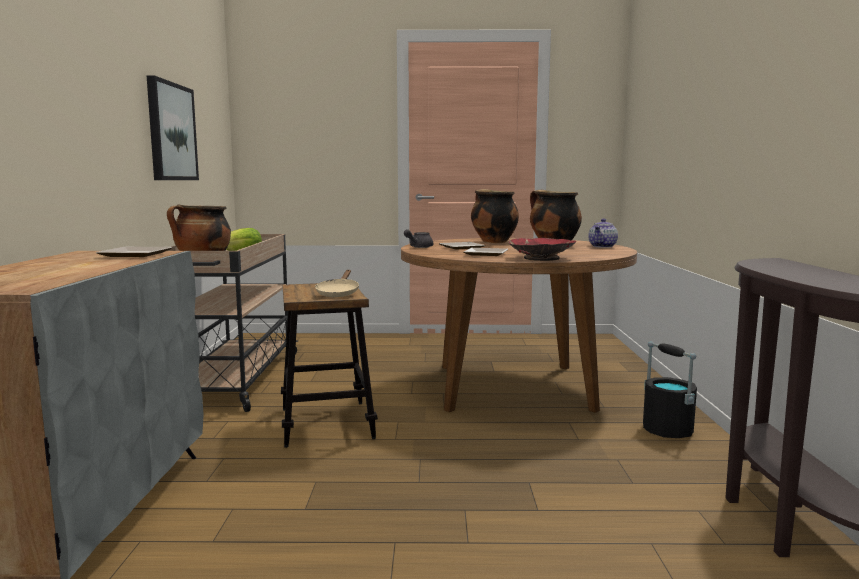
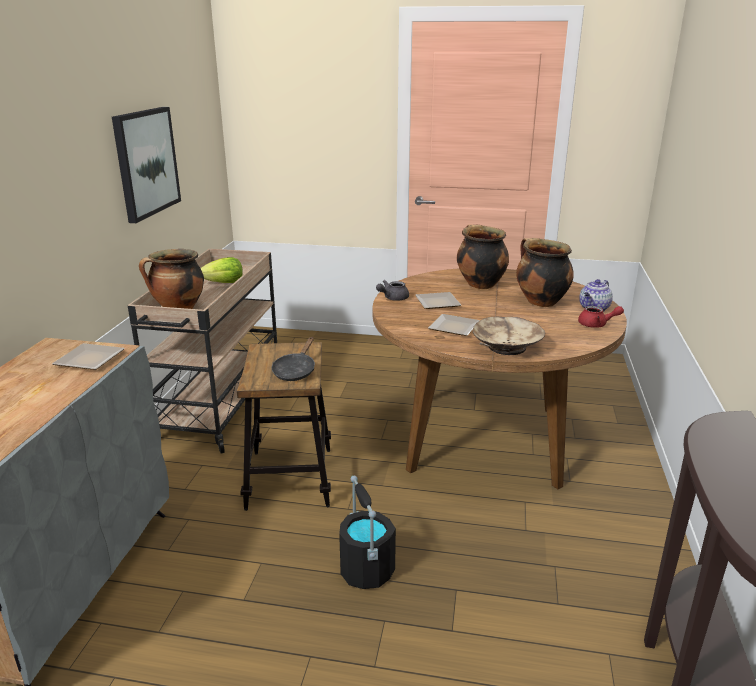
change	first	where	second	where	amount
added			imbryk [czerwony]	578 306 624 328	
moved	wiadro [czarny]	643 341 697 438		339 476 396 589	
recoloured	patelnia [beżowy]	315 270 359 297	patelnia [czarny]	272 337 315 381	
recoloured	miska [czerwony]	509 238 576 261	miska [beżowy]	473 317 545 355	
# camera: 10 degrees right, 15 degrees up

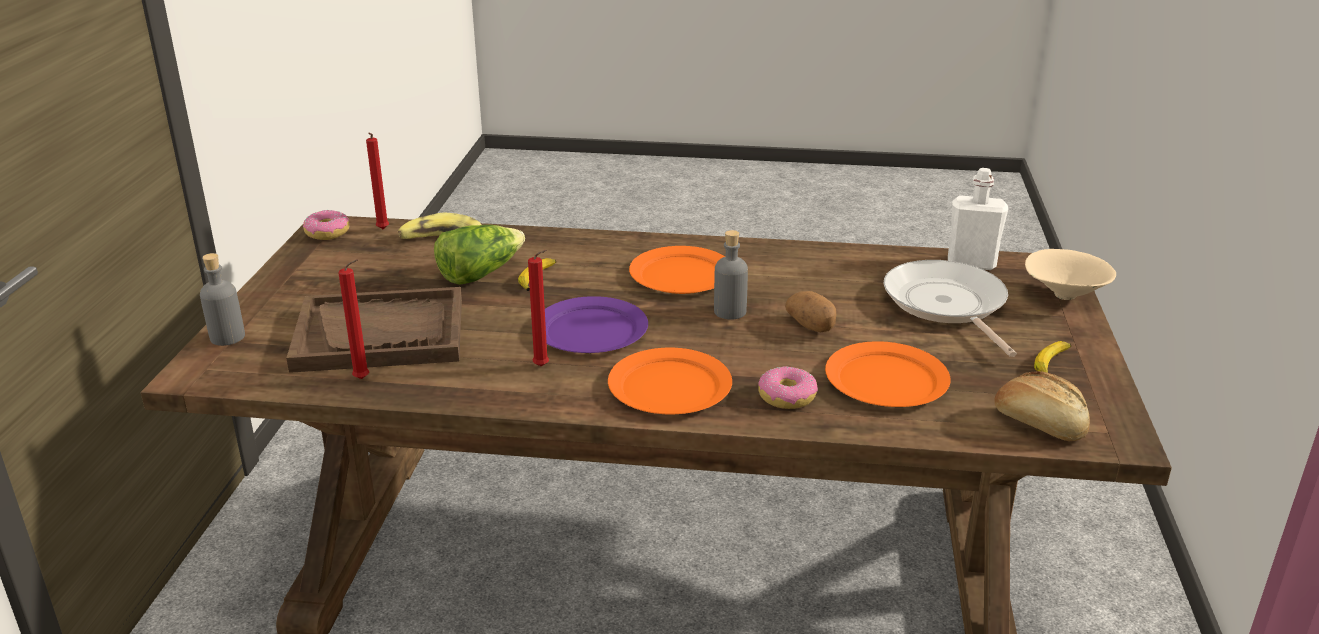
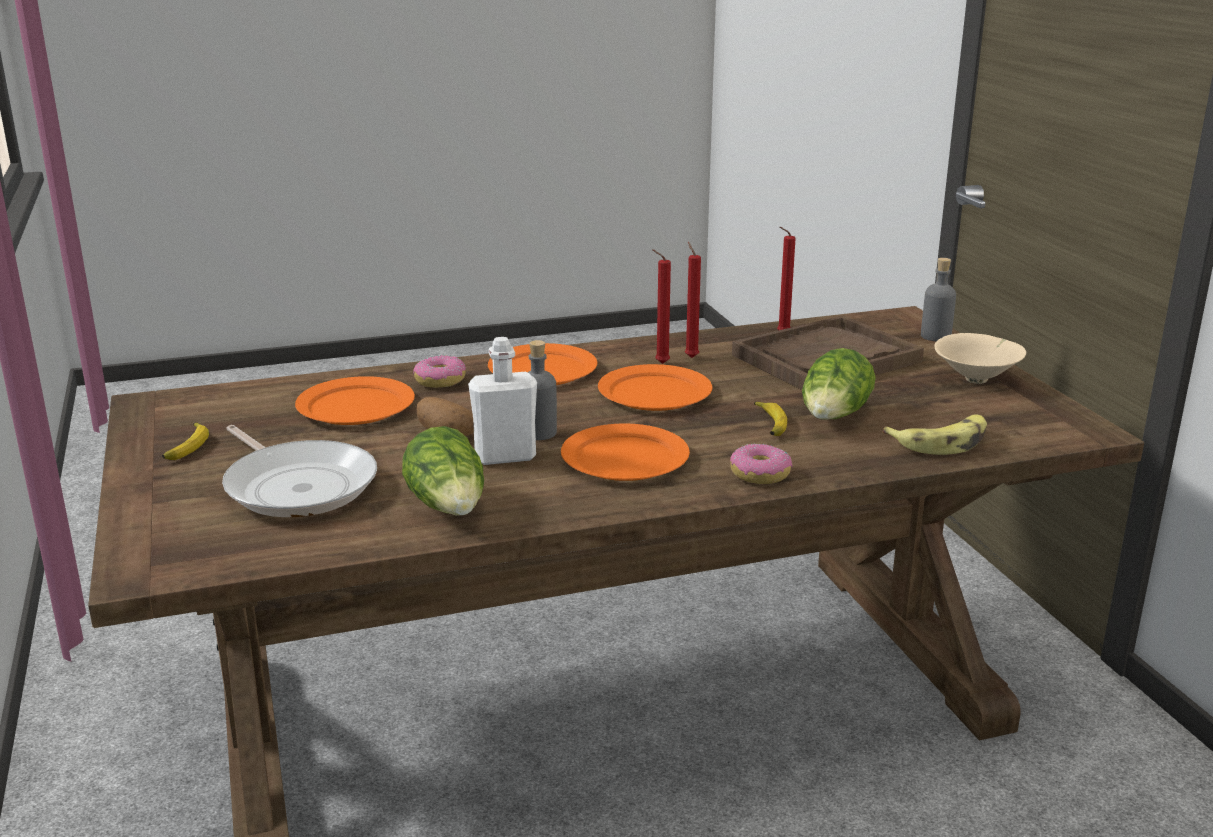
change	first	where	second	where	amount
removed	chleb	995 371 1090 441			
added			sałata	402 426 484 516	
moved	donut	303 210 350 240		730 443 792 484	
moved	świeca [czerwony]	366 132 389 229		685 242 701 358	
moved	butelka [biały]	948 168 1008 270		468 337 537 465	
moved	miska [beżowy]	1025 249 1116 300		934 333 1026 384	
recoloured	talerz [fioletowy]	545 296 648 353	talerz [pomarańczowy]	598 364 712 411	
# camera: 155 degrees right, 5 degrees down

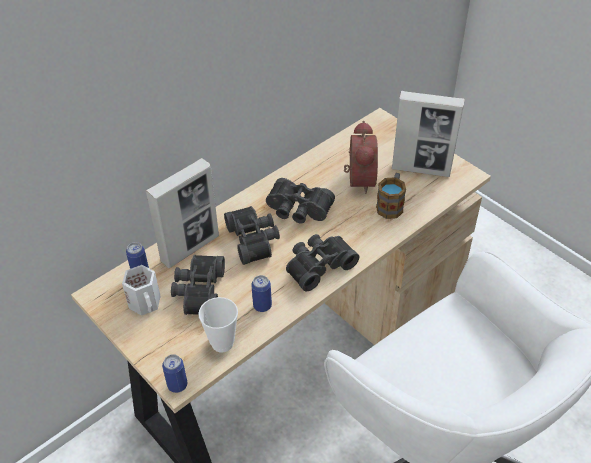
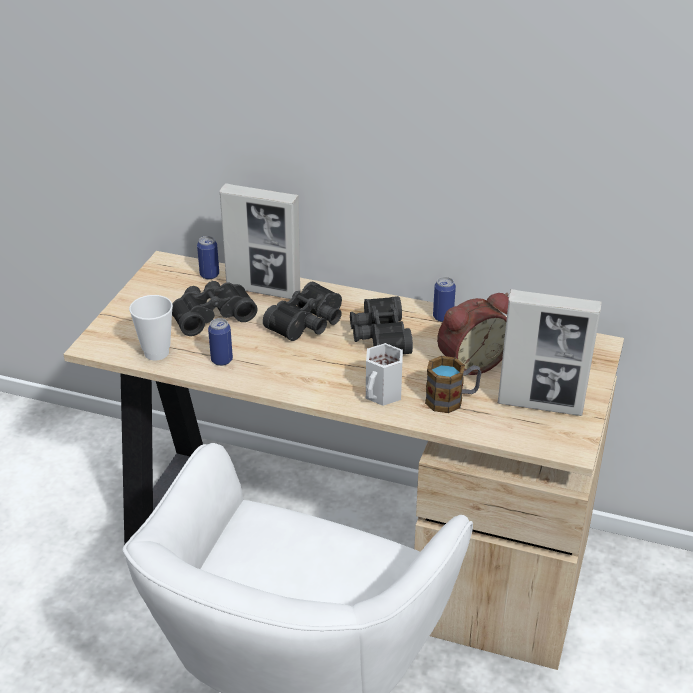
change	first	where	second	where	amount
removed	lornetka [czarny]	286 234 359 291			
moved	kubek [biały]	122 265 161 316		366 343 403 406	
moved	puszka	162 354 187 393		433 277 456 322	
turned	ramka na zdjęcie	392 91 464 177		497 289 601 416	60 degrees counterclockwise
# camera: 60 degrees right, 10 degrees down

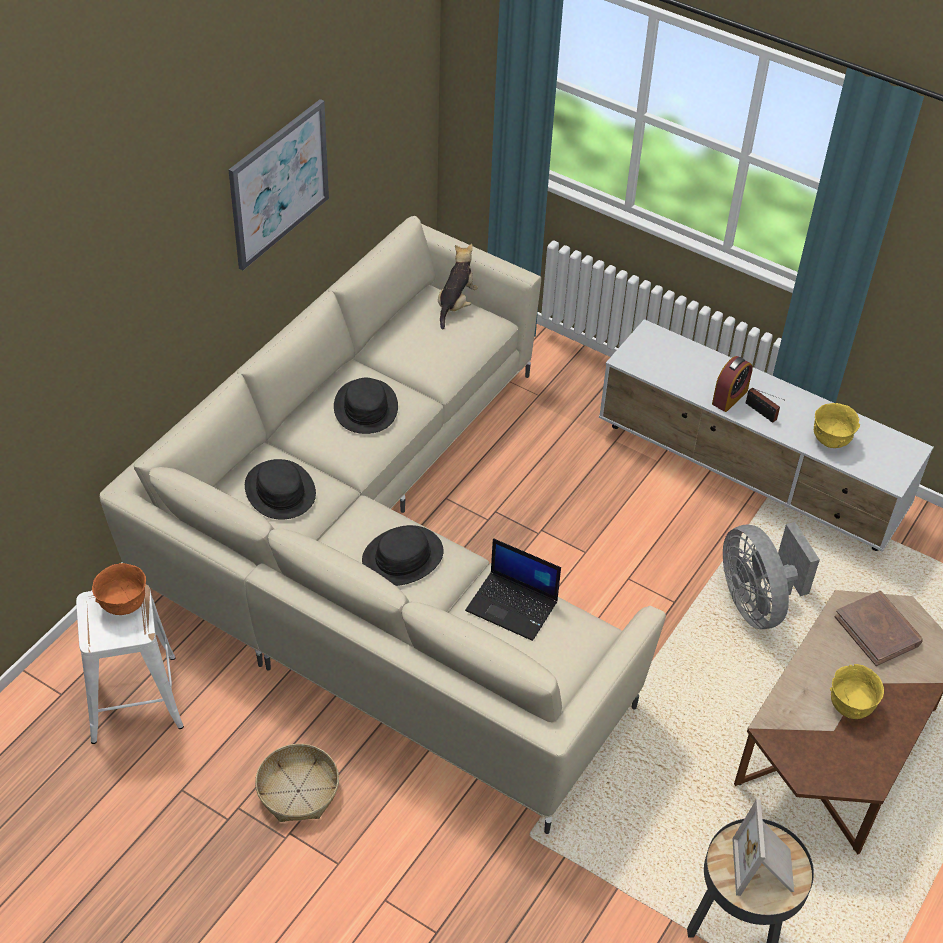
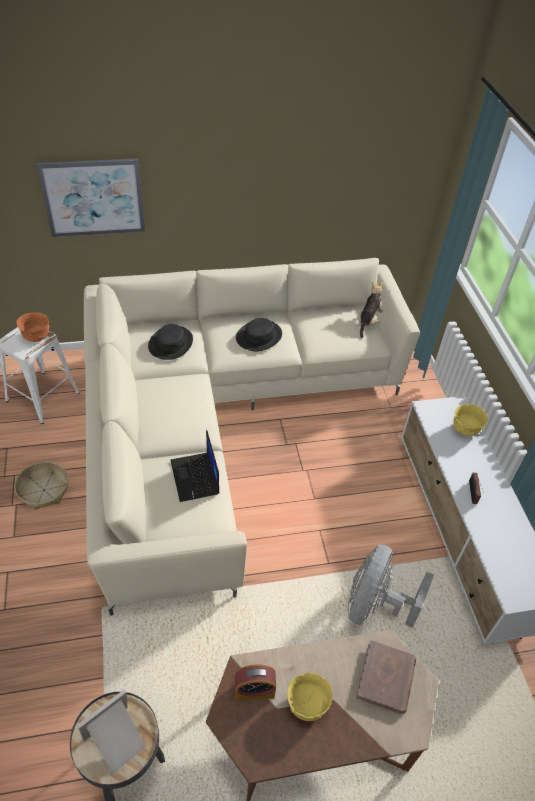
change	first	where	second	where	amount
removed	kapelusz [czarny]	362 525 444 586			
moved	obraz	229 99 329 270		37 159 145 237	
moved	budzik	712 356 753 412		235 665 276 700	
moved	miska [żółty]	814 403 860 448		453 404 488 436	
turned	pluszak	438 244 478 329		358 282 383 338	45 degrees counterclockwise
# camera: 45 degrees right, 0 degrees up

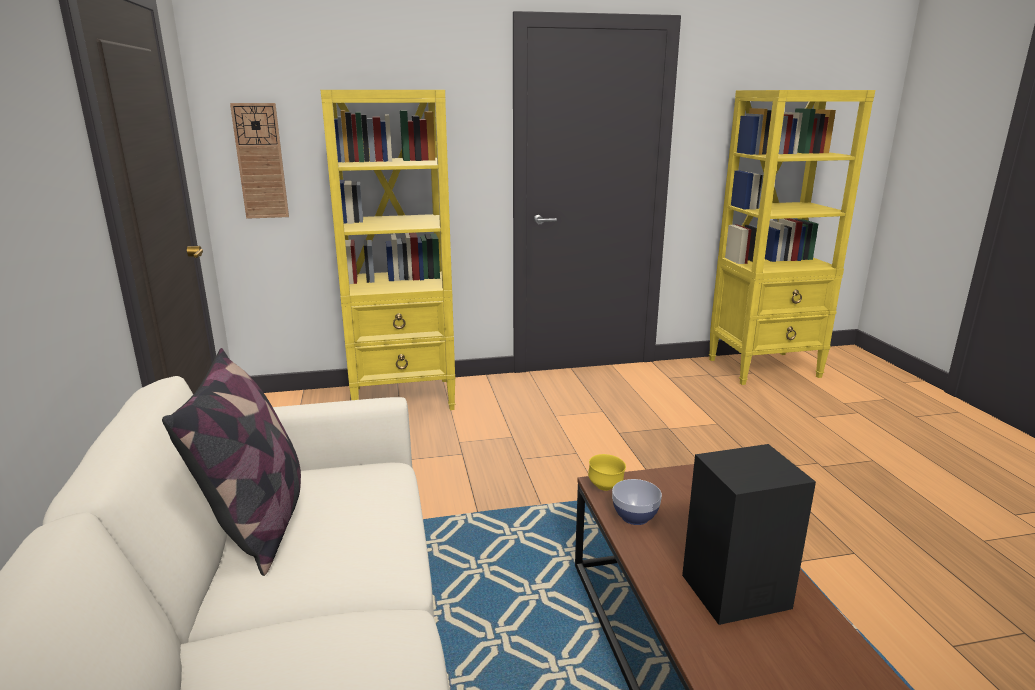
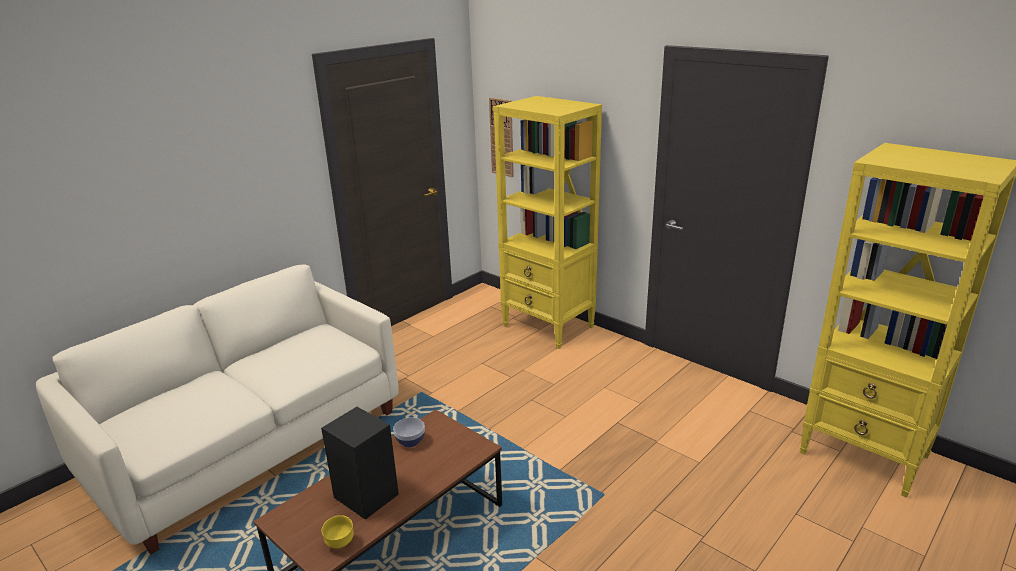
change	first	where	second	where	amount
removed	poduszka	162 348 301 576			
moved	miska [żółty]	588 454 626 491		322 515 354 549	
# camera: 55 degrees right, 5 degrees up

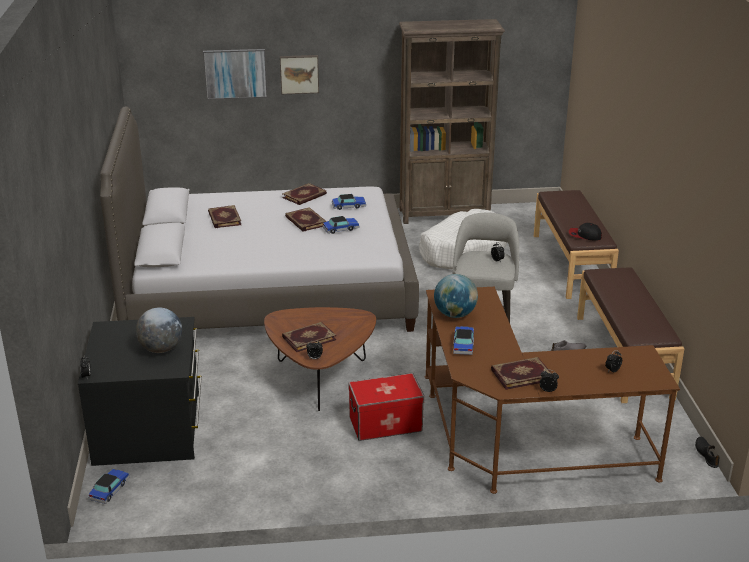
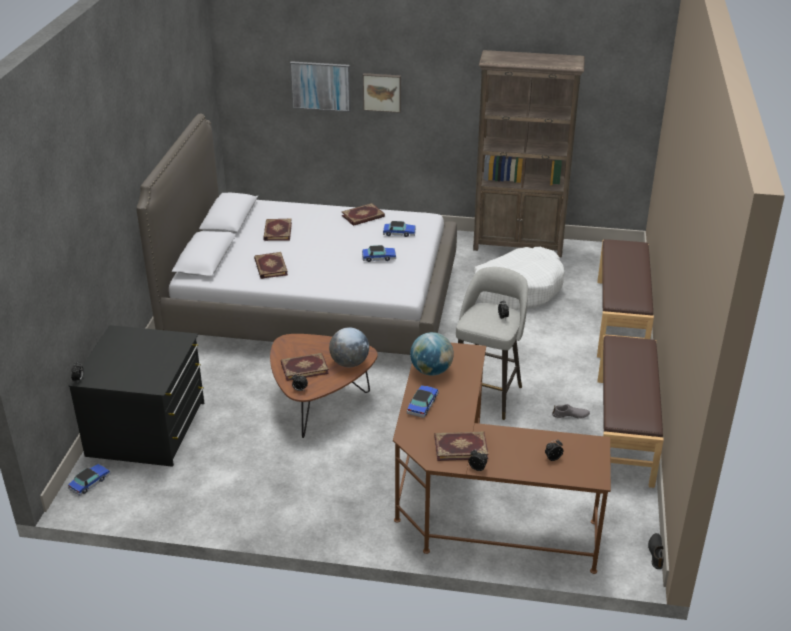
change	first	where	second	where	amount
removed	pojemnik do przechowywania	348 373 424 441			
removed	czapka z daszkiem	569 223 602 241			
moved	globus	136 307 182 353		329 327 369 367	
moved	książka	285 207 327 232		254 252 288 279	
# camera: 15 degrees right, 5 degrees up

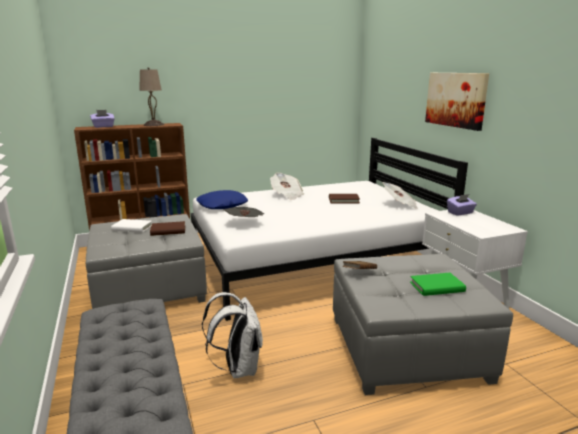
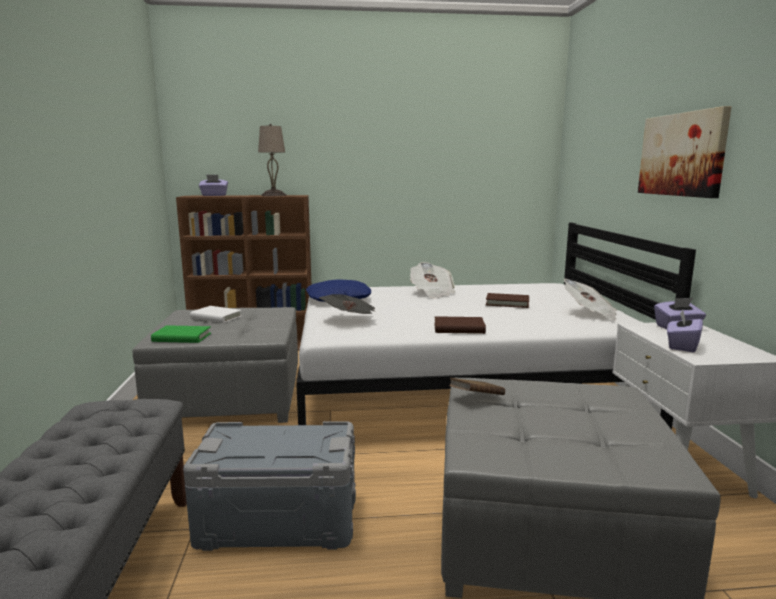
change	first	where	second	where	amount
added			pudełko chusteczek [fioletowy]	667 310 703 352	
moved	książka [brązowy]	150 221 185 236		434 316 486 334	
moved	książka [zielony]	410 273 466 296		151 325 211 343	
replaced	plecak [biały]	202 292 263 378	pojemnik do przechowywania [szary]	183 421 356 551	
# camera: 15 degrees right, 5 degrees down

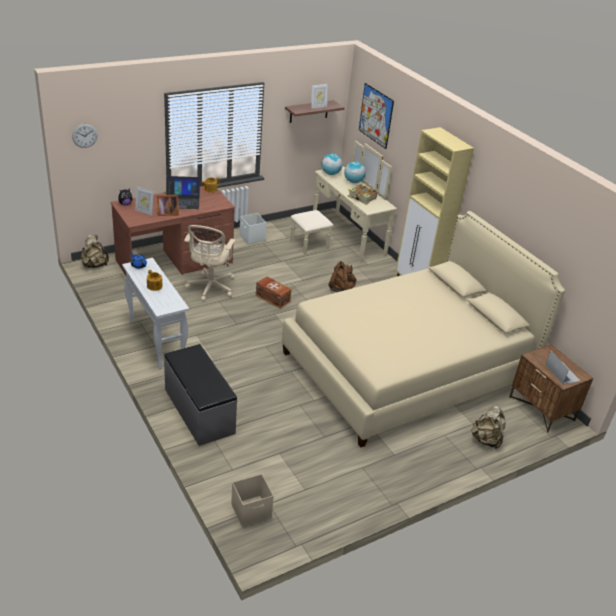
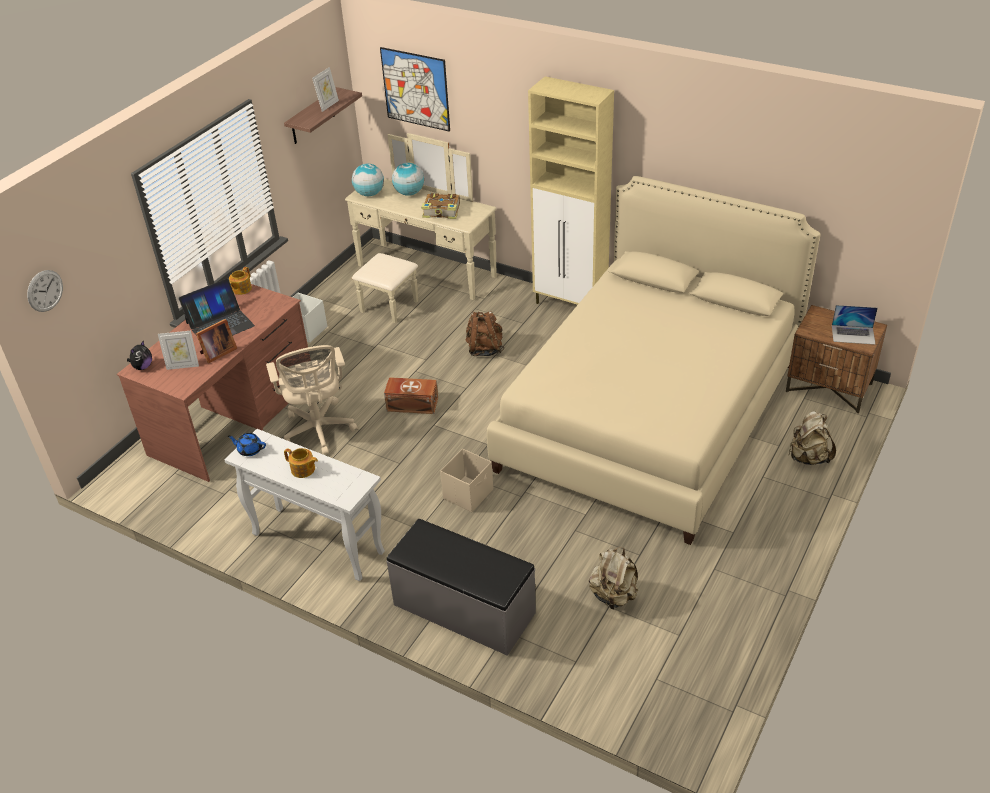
change	first	where	second	where	amount
moved	plecak [beżowy]	81 235 109 268		589 547 638 610	
moved	pojemnik do przechowywania [beżowy]	231 474 274 527		440 449 493 512	
turned	laptop	545 350 580 385		832 305 878 345	150 degrees clockwise
# camera: 25 degrees left, 5 degrees up

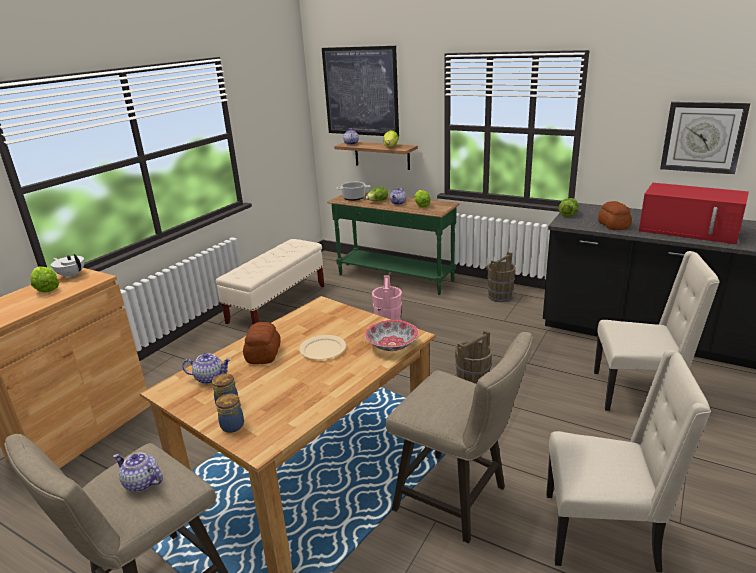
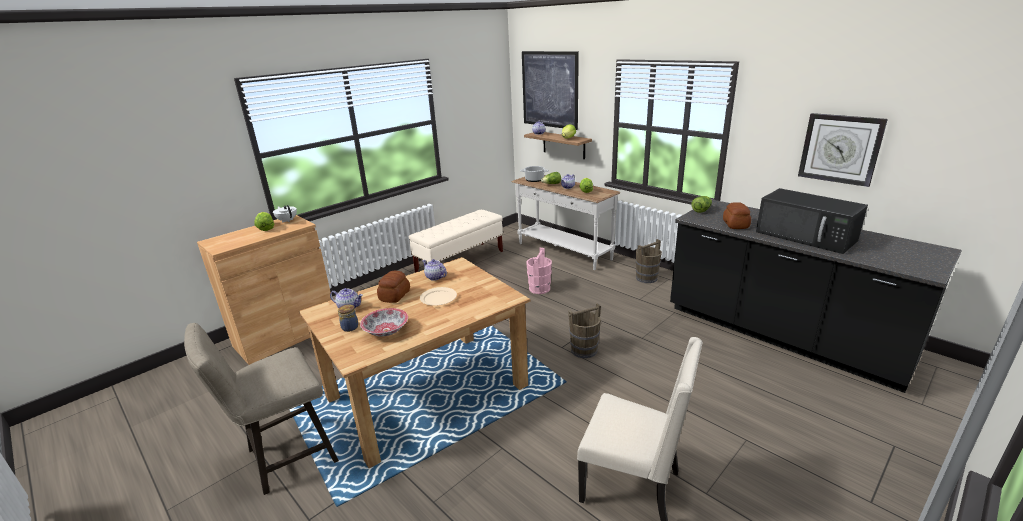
change	first	where	second	where	amount
removed	słoik	216 394 244 433			
removed	stołek [beżowy]	386 332 533 543			
removed	krzesło [beżowy]	594 251 720 411			
moved	imbryk	113 453 163 492		422 259 447 281	
moved	miska	365 320 418 351		360 308 408 336	
recoloured	stolik konsolowy [zielony]	327 192 460 295	stolik konsolowy [biały]	512 175 620 270	
recoloured	mikrofalówka [czerwony]	639 183 749 244	mikrofalówka [czarny]	756 188 868 254	
# camera: 15 degrees right, 0 degrees up

